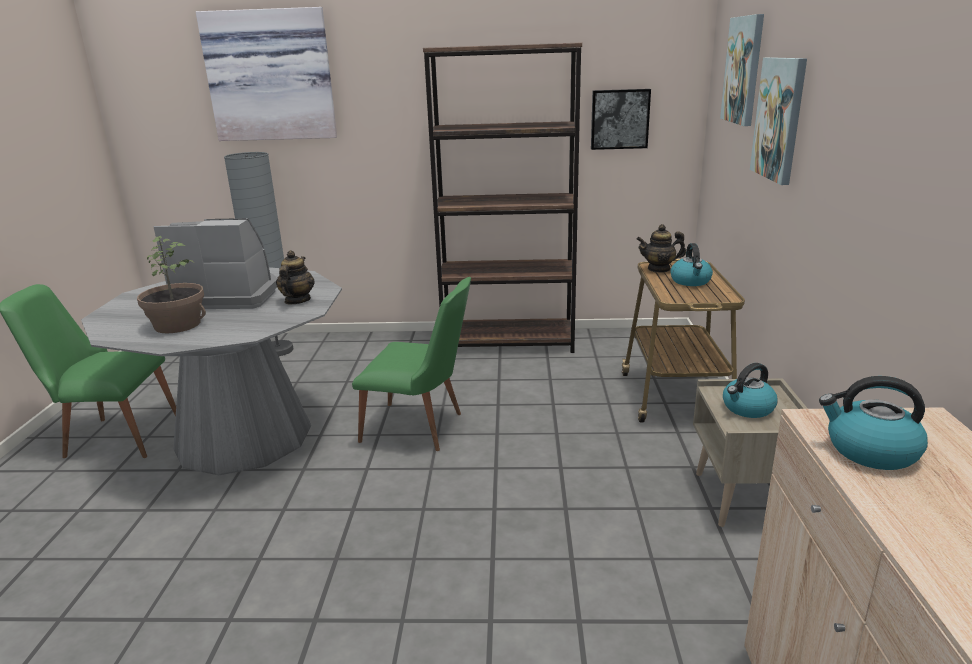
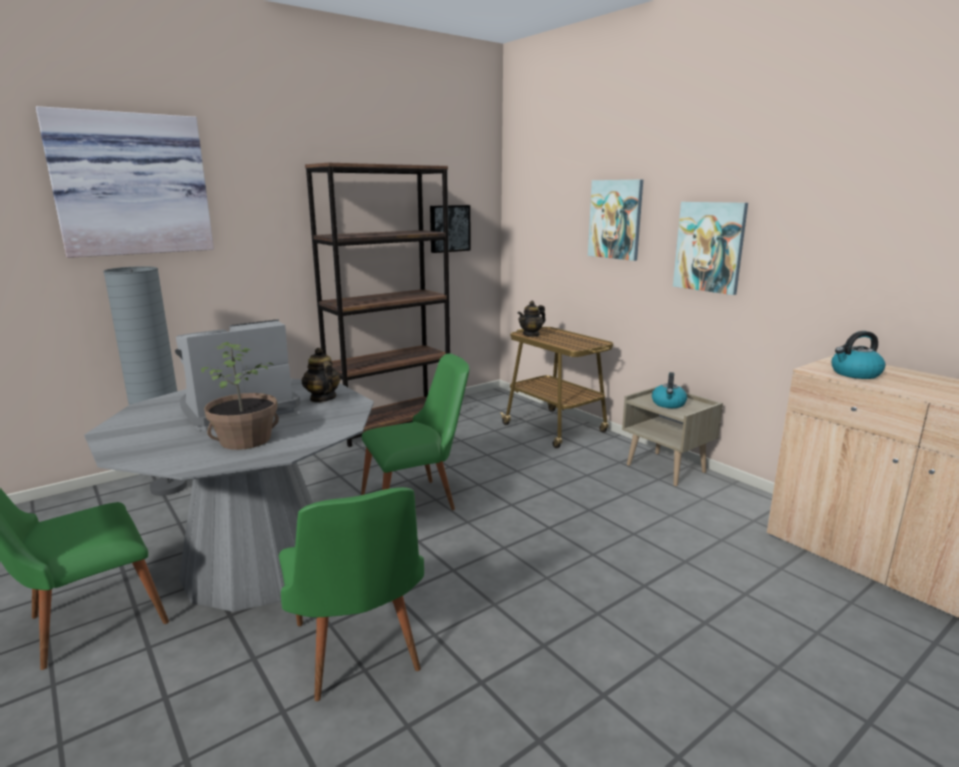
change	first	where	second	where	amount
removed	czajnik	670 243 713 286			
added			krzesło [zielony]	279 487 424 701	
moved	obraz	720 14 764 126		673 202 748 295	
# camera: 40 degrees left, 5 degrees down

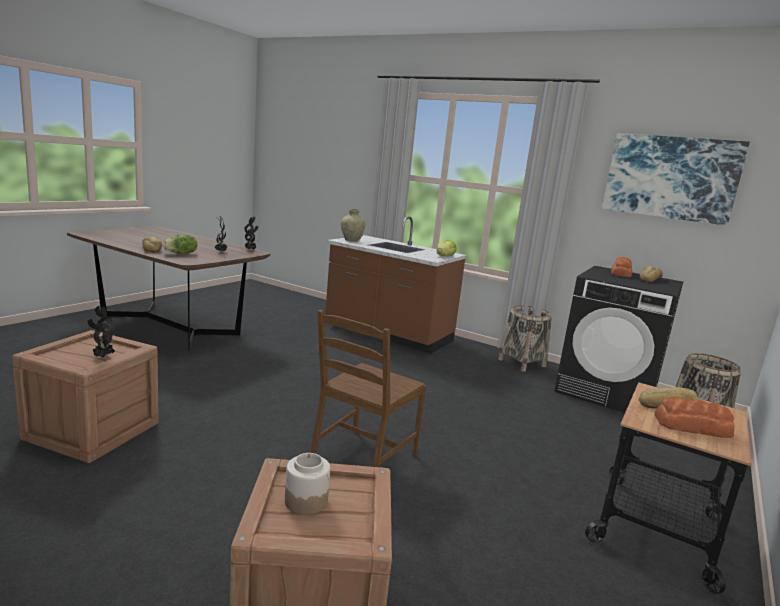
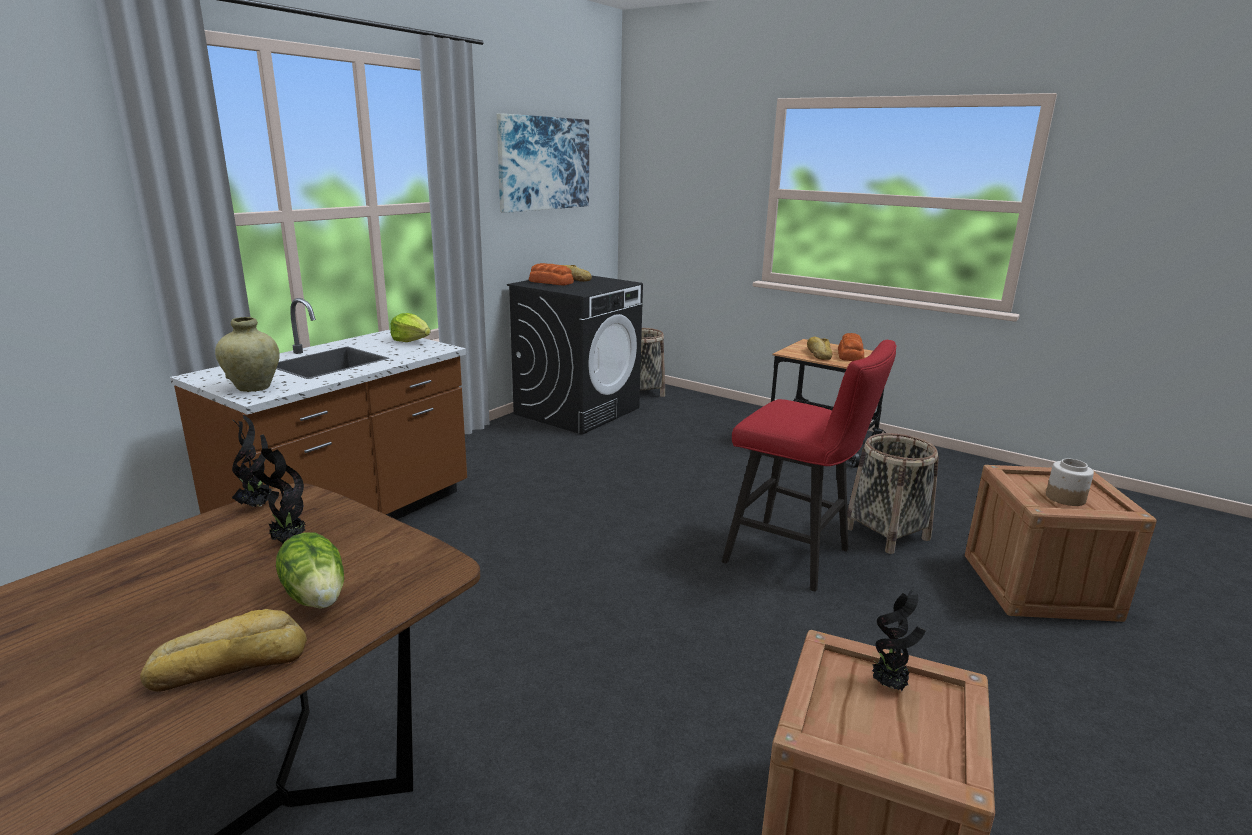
change	first	where	second	where	amount
moved	koszyk	498 305 552 372		847 433 939 554	
replaced	krzesło [brązowy]	310 310 426 467	stołek [czerwony]	722 340 897 592	
# camera: 85 degrees left, 5 degrees up

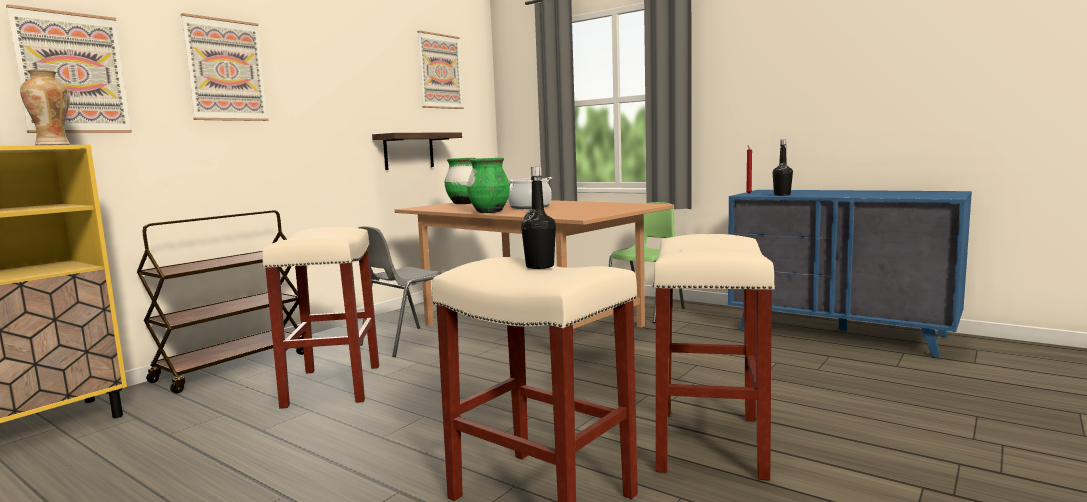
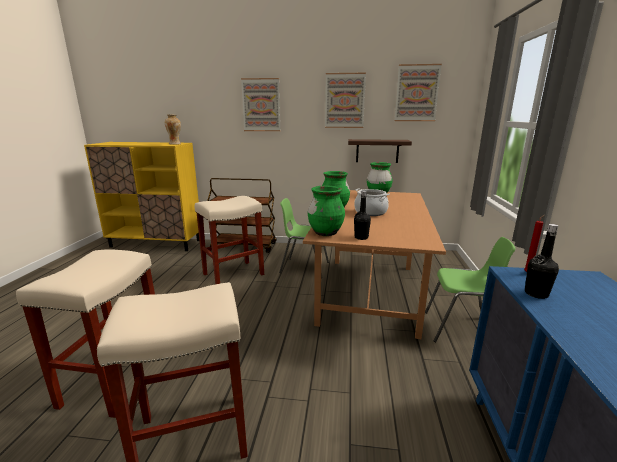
change	first	where	second	where	amount
added			wazon [zielony]	308 186 345 236	
moved	obraz	6 4 132 133		325 73 366 128	
moved	butelka [czarny]	521 167 556 269		354 191 371 240	
recoloured	krzesło [szary]	358 226 442 357	krzesło [zielony]	279 198 329 278	
# camera: 60 degrees right, 10 degrees up

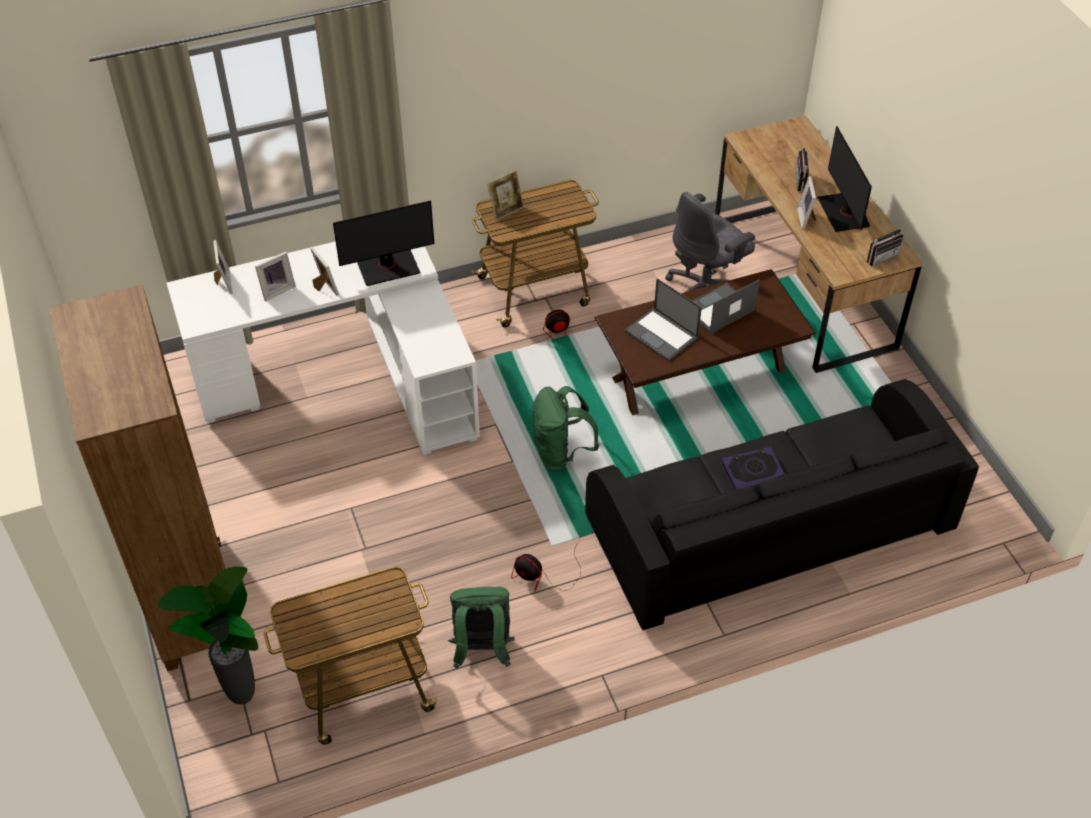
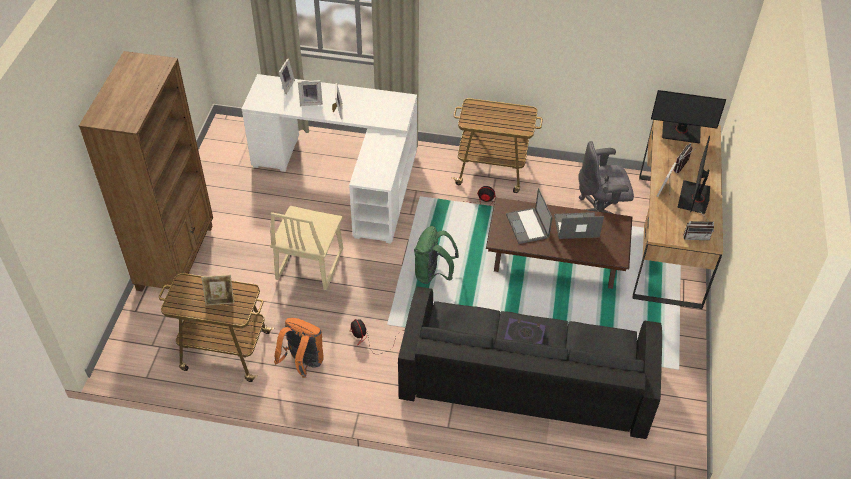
change	first	where	second	where	amount
removed	roślina doniczkowa	158 566 258 705			
added			krzesło [beżowy]	270 206 343 290	
moved	monitor	333 200 434 286		651 90 726 143	
moved	ramka na zdjęcie	487 170 524 221		201 275 234 306	
recoloured	plecak [zielony]	448 587 515 669	plecak [pomarańczowy]	274 318 324 378	
# camera: 30 degrees right, 0 degrees up

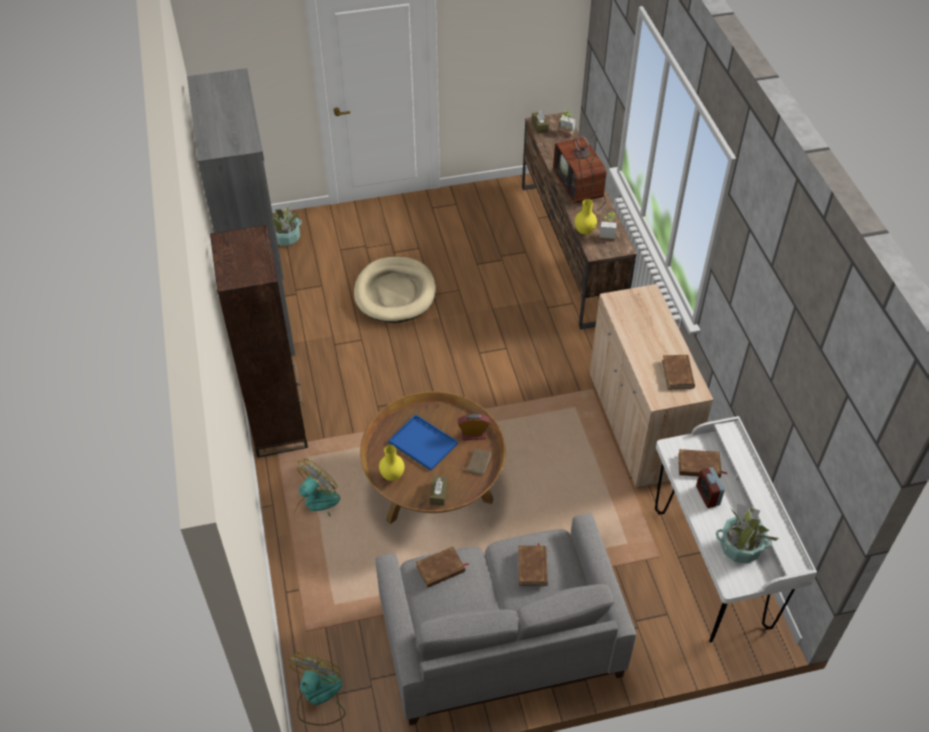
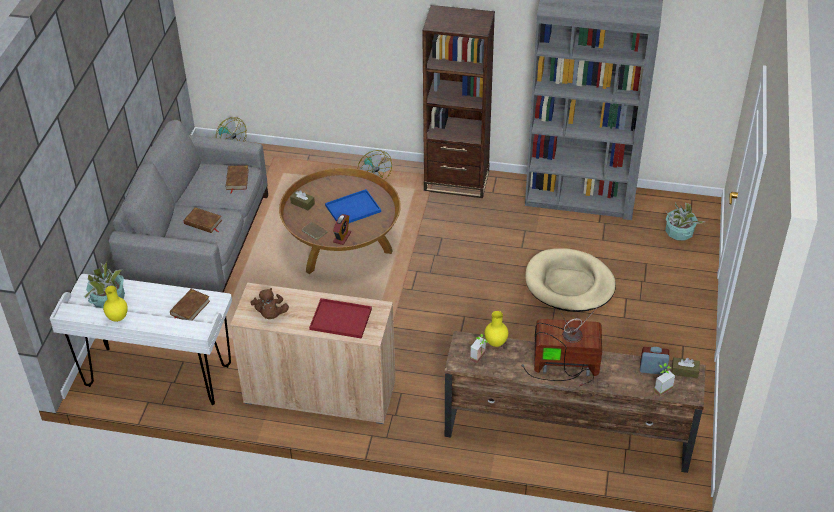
change	first	where	second	where	amount
added			taca [czerwony]	309 298 372 339	
moved	wazon [żółty]	379 445 404 481		103 286 128 322	
moved	budzik	696 467 725 508		640 347 669 375	
replaced	książka [brązowy]	662 354 695 390	pluszak [brązowy]	250 288 289 319	
# camera: 115 degrees right, 5 degrees down

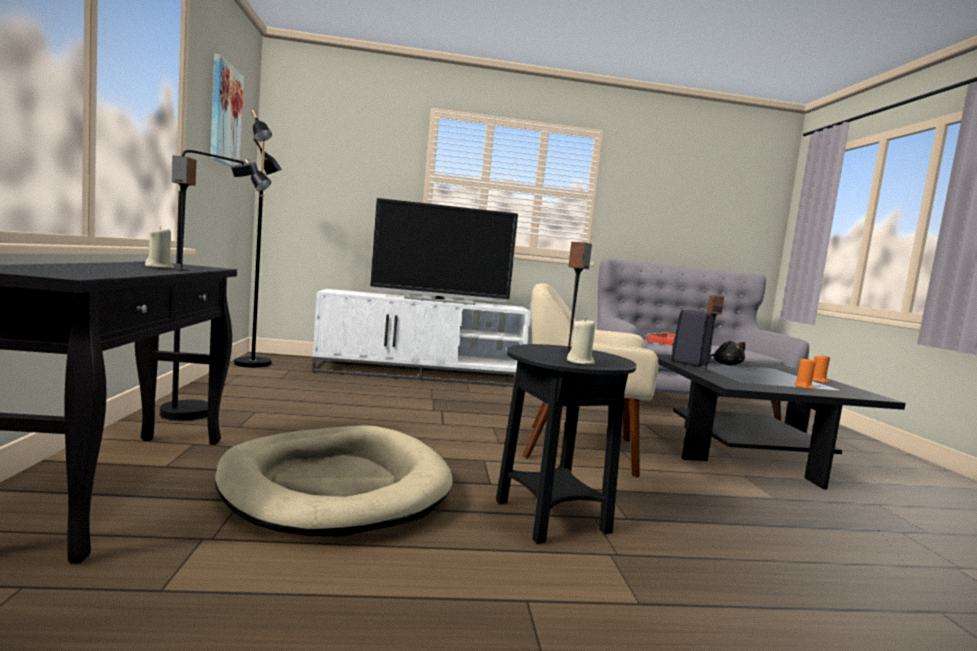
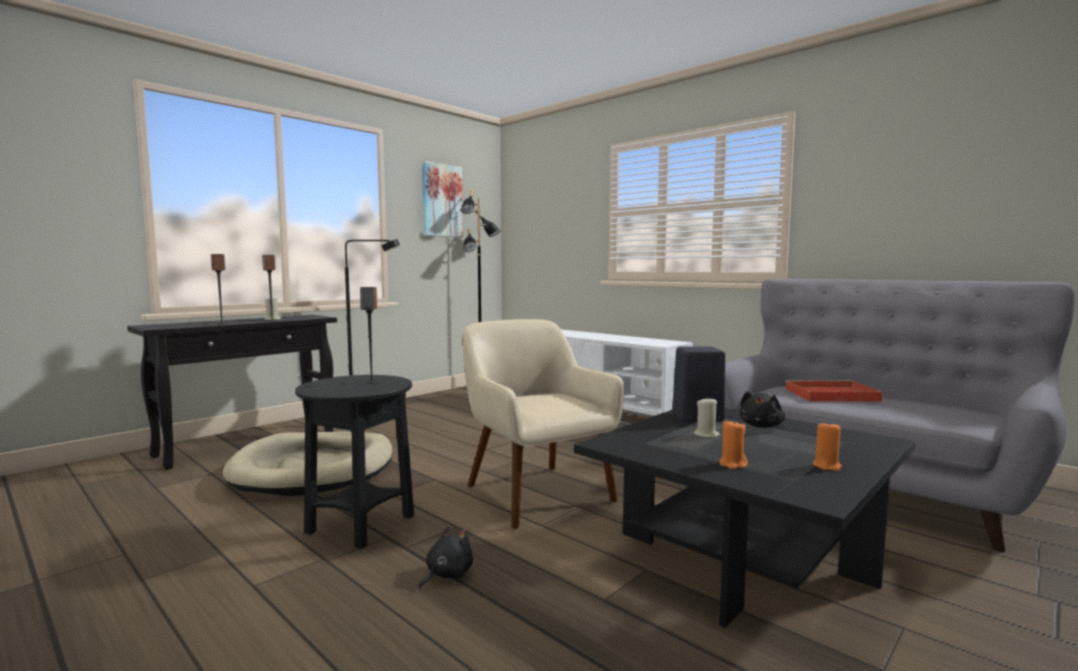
change	first	where	second	where	amount
removed	telewizor	370 198 518 305			
added			pluszak [czarny]	419 527 473 589	
moved	świeca [beżowy]	567 318 595 364		694 397 720 438	
moved	głośnik	700 295 724 372		211 254 227 324	
# camera: 50 degrees right, 0 degrees up

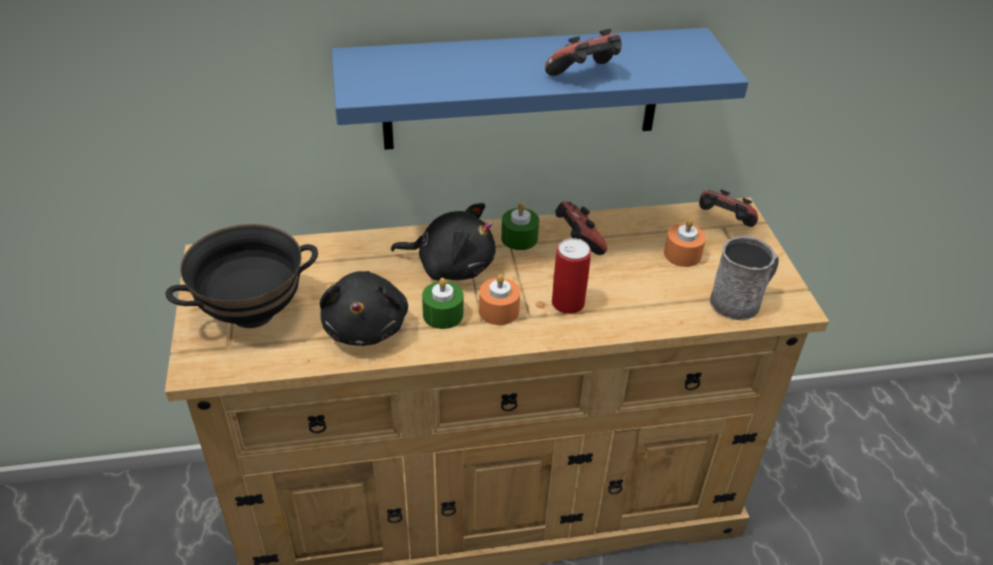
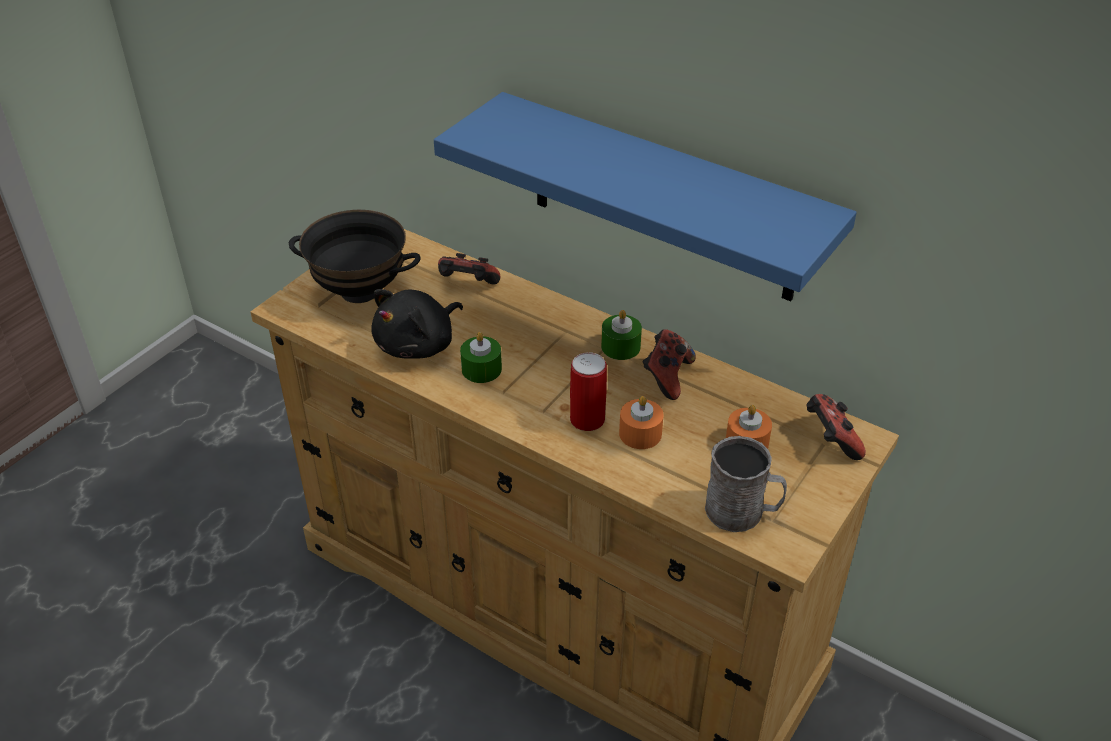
change	first	where	second	where	amount
removed	pluszak [czarny]	391 203 496 281			
moved	świeca [pomarańczowy]	479 274 520 325		619 396 664 449	
moved	pad do gier	545 29 621 76		438 253 500 285	
# camera: 45 degrees right, 0 degrees up

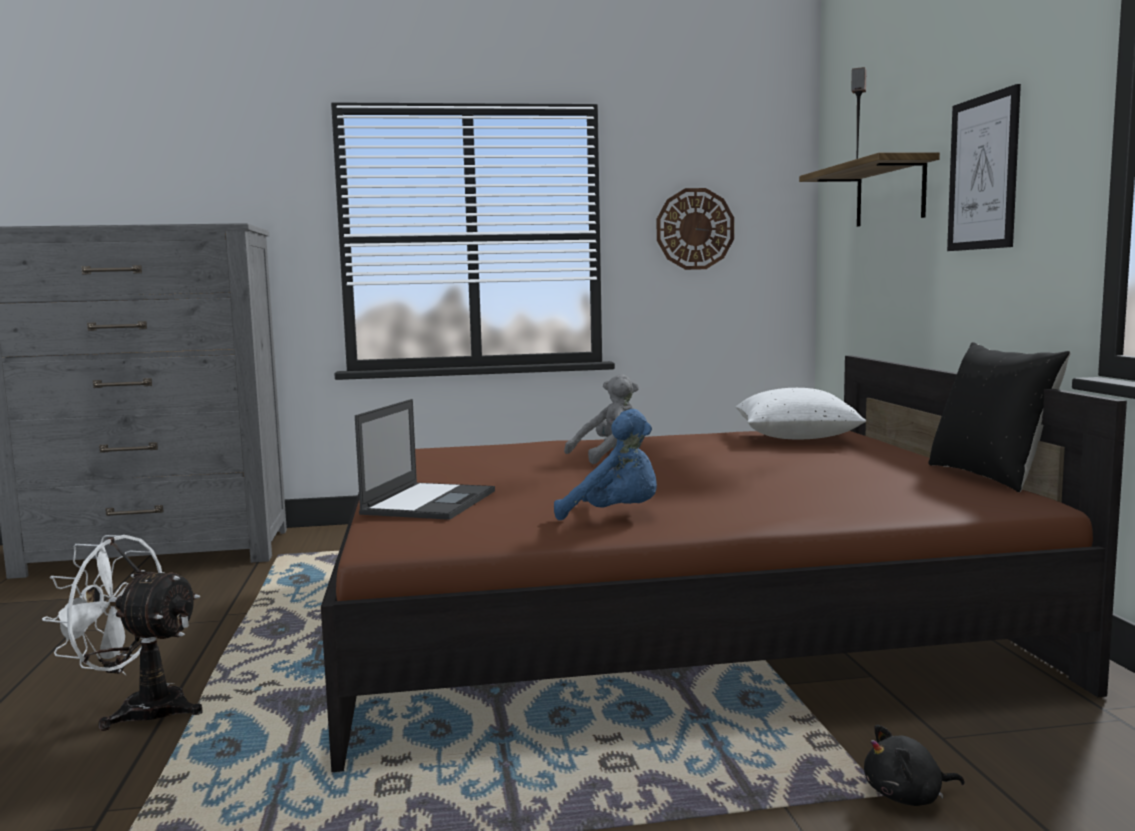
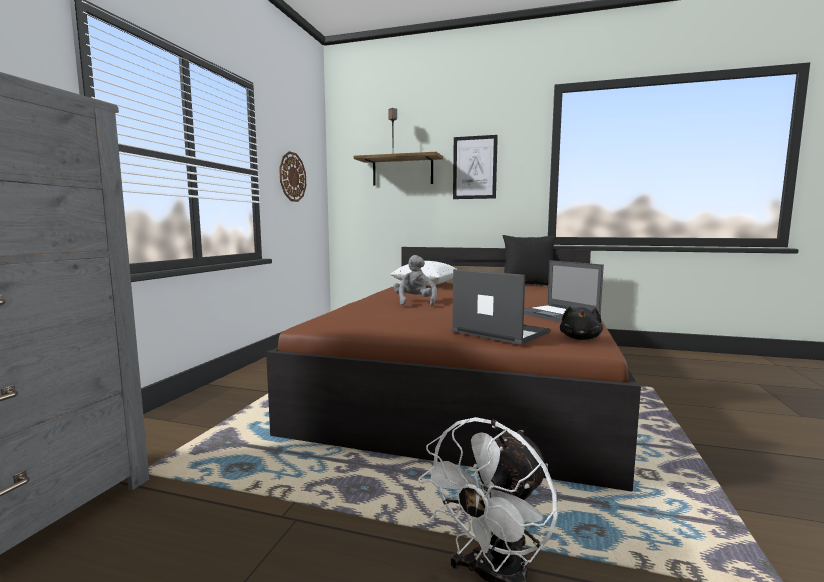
change	first	where	second	where	amount
moved	pluszak [czarny]	864 725 965 806		560 306 603 340	
replaced	pluszak [niebieski]	554 409 657 520	laptop	524 260 604 323	
# camera: 65 degrees left, 0 degrees up

